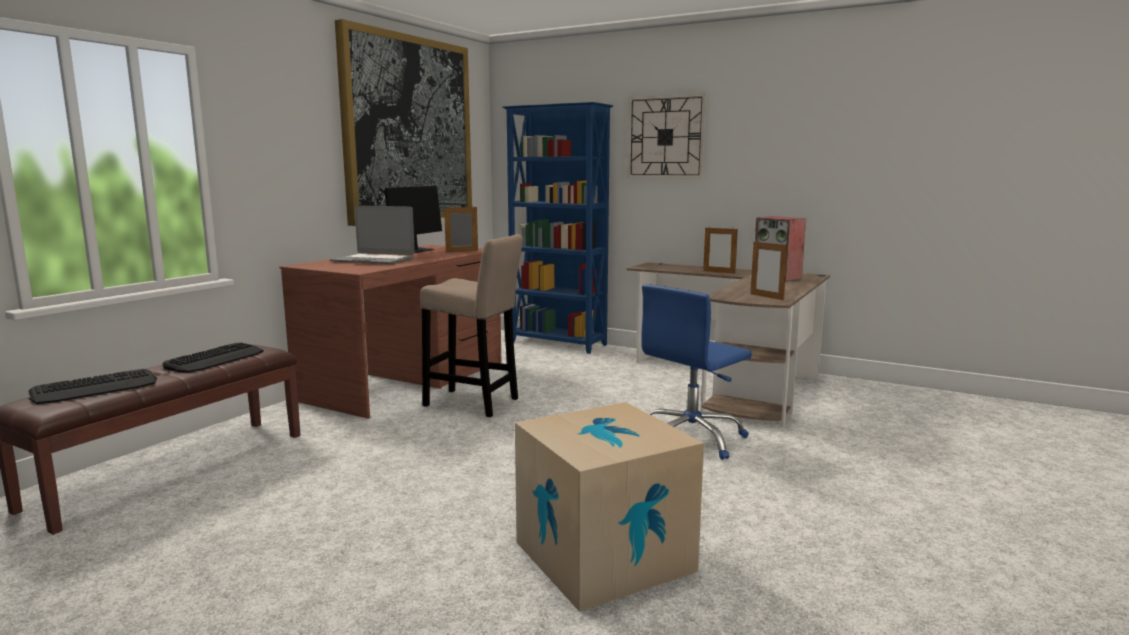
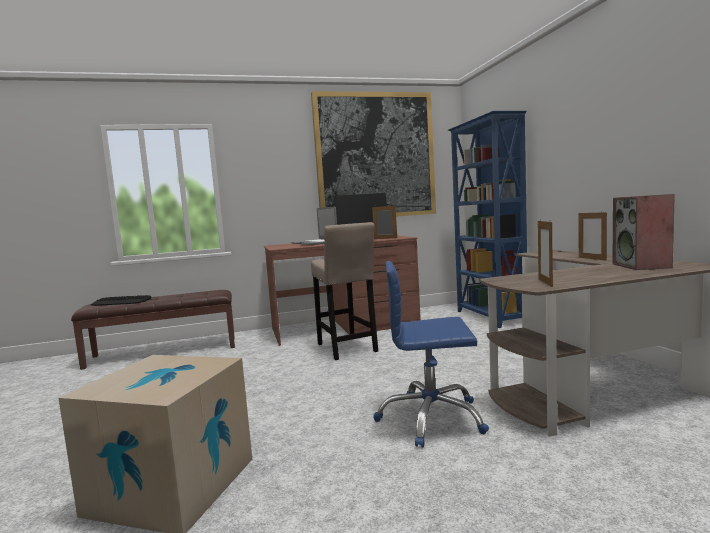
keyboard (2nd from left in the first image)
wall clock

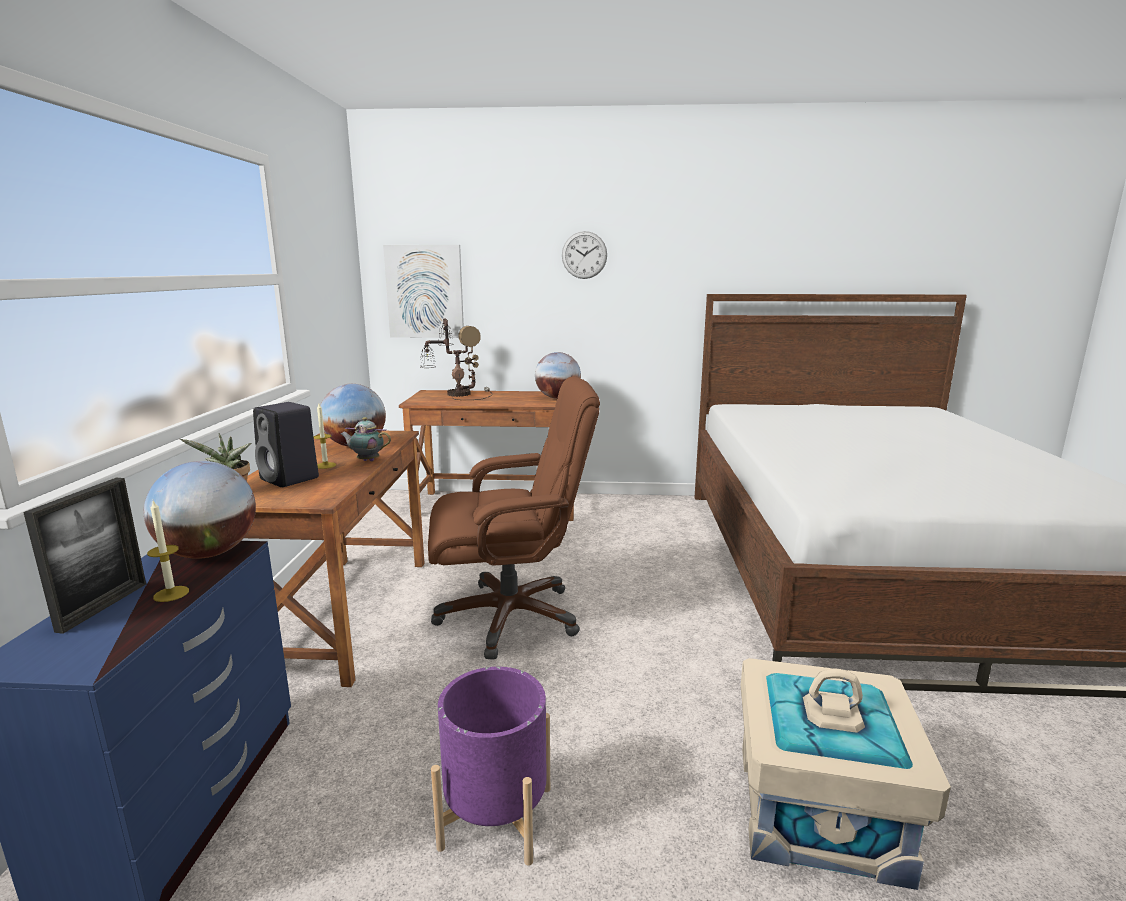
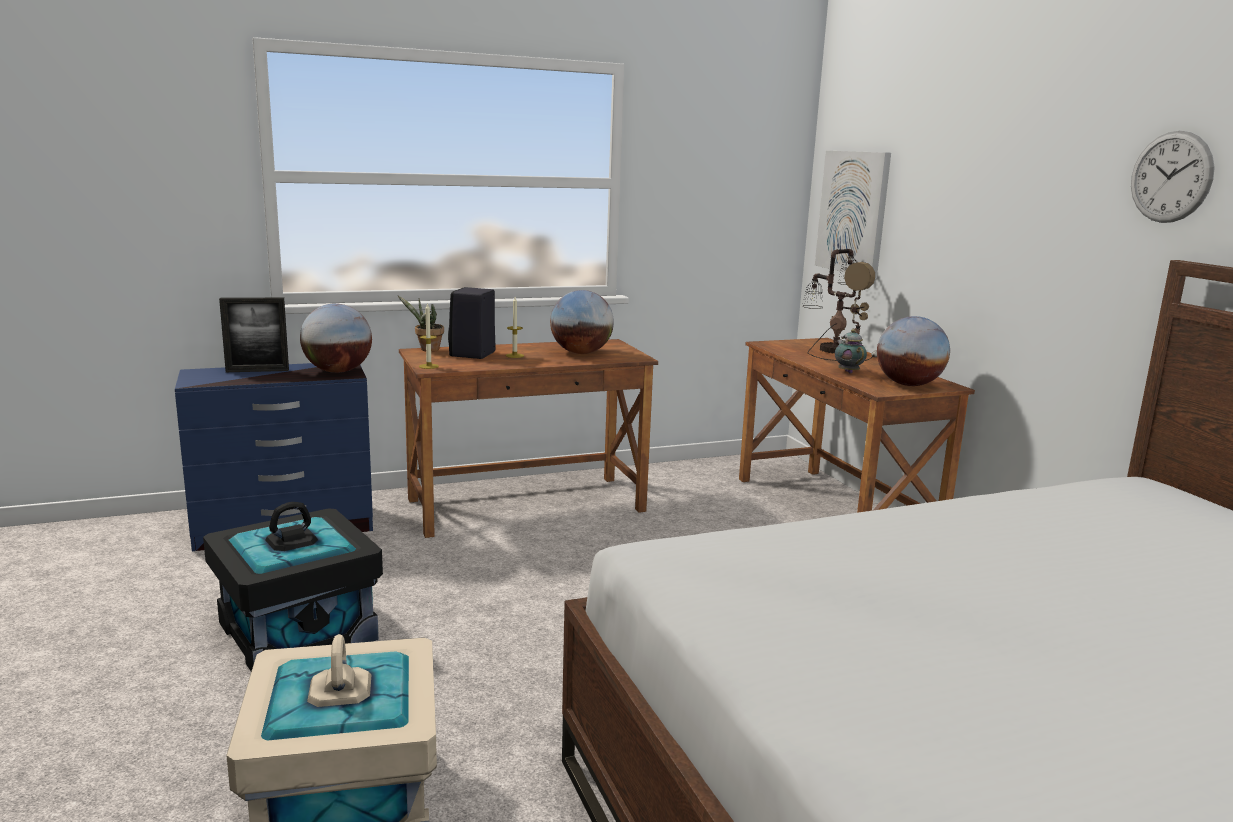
brown office chair
candle (1st from left)
teapot
wall clock
black storage box

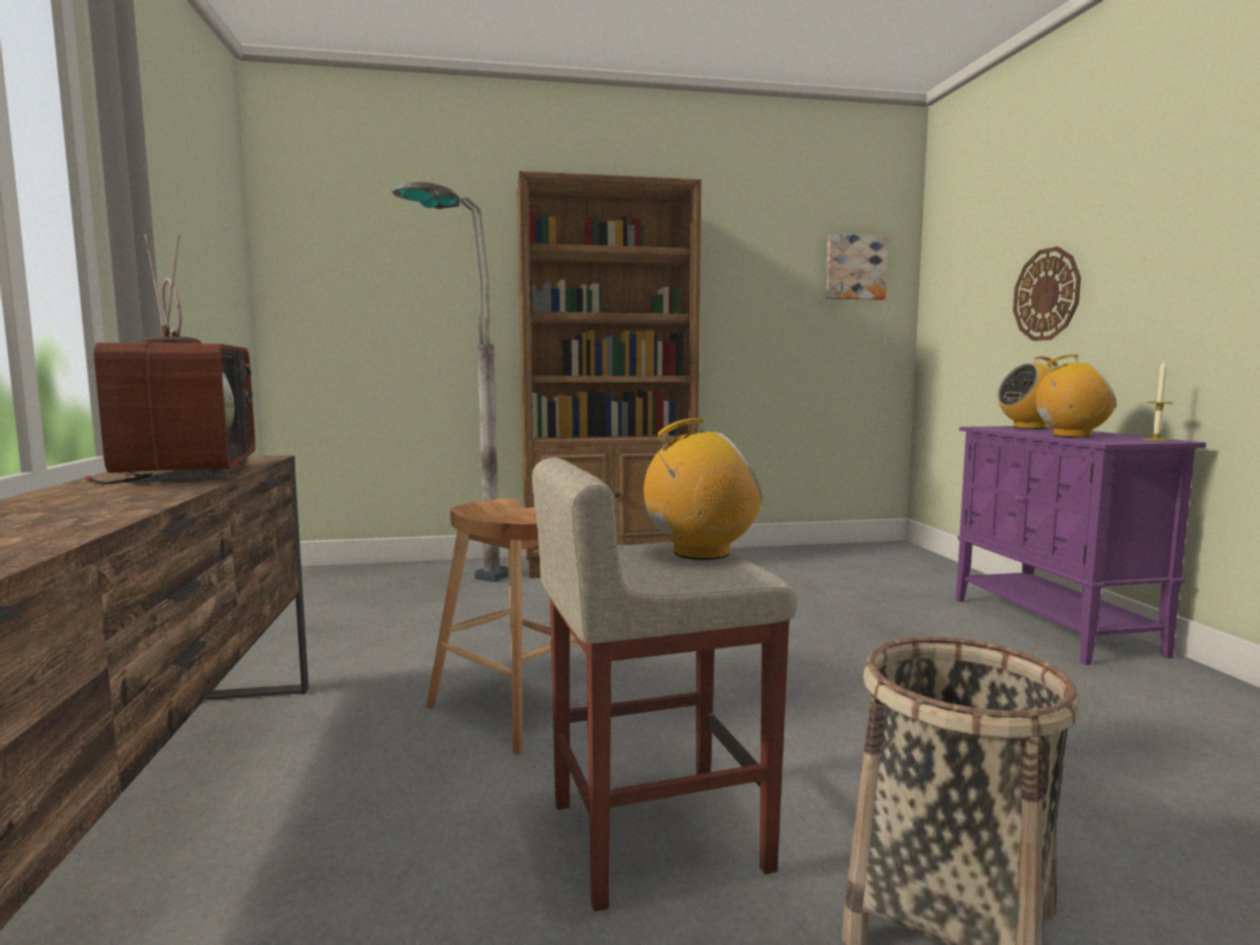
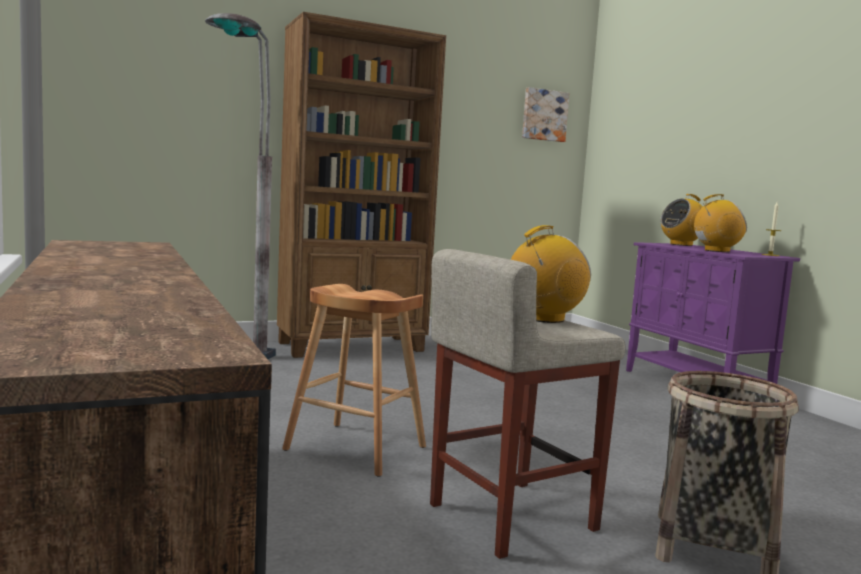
television
wall clock

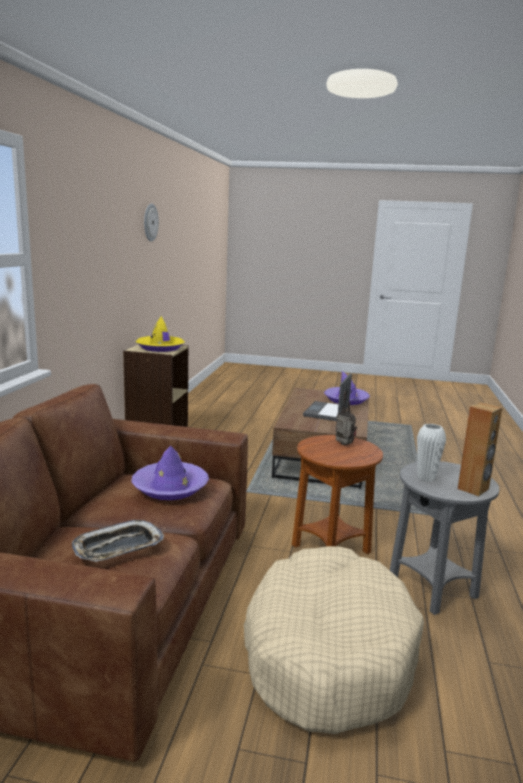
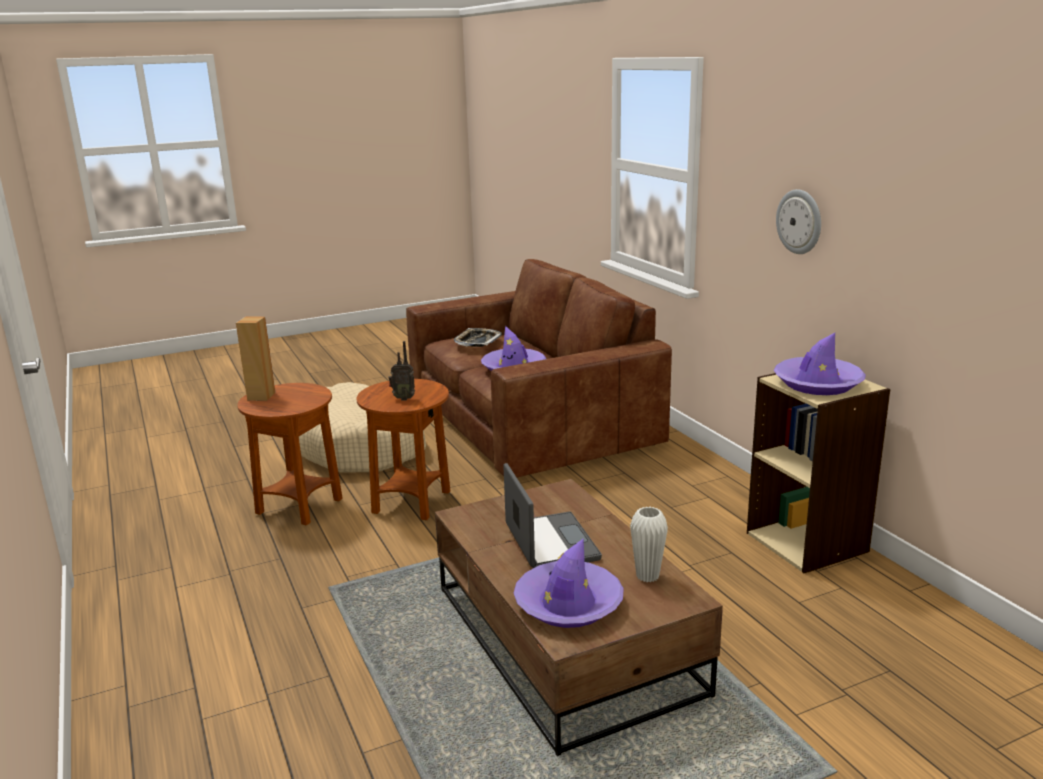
wall clock
white vase
purple hat (3rd from left)
brown side table (1st from left)

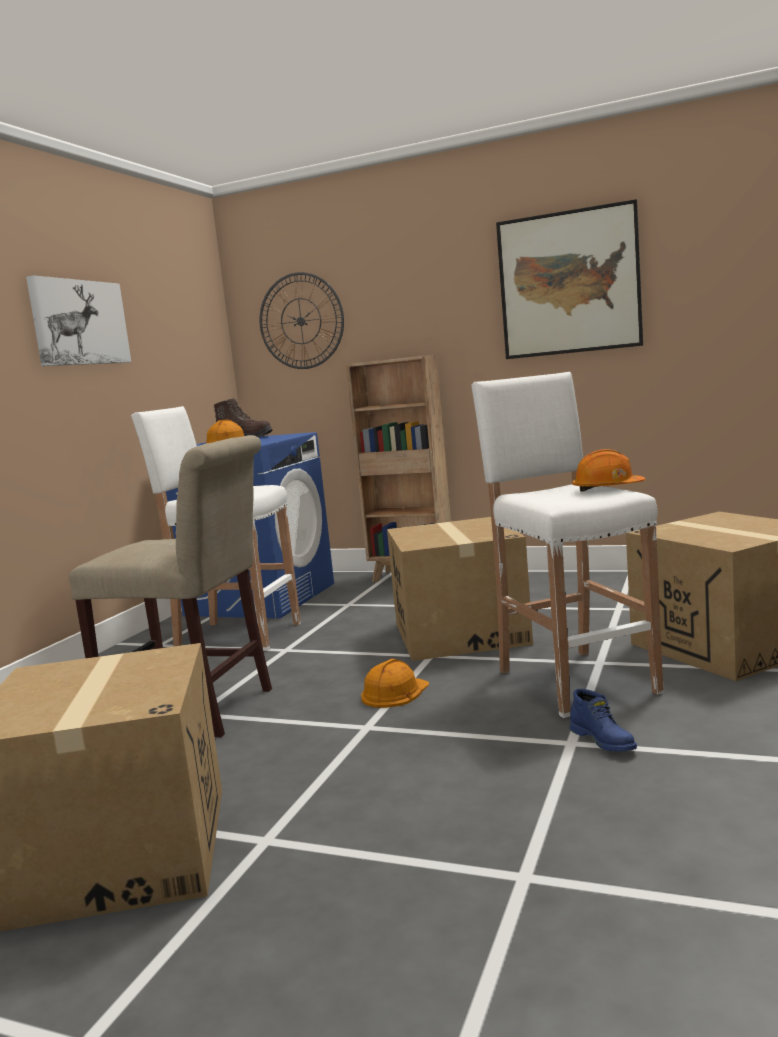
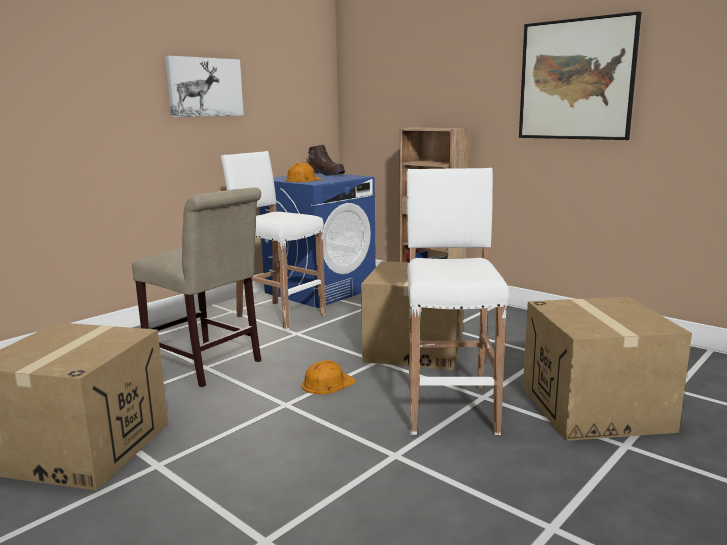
wall clock
blue boot
orange hard hat (3rd from left in the first image)

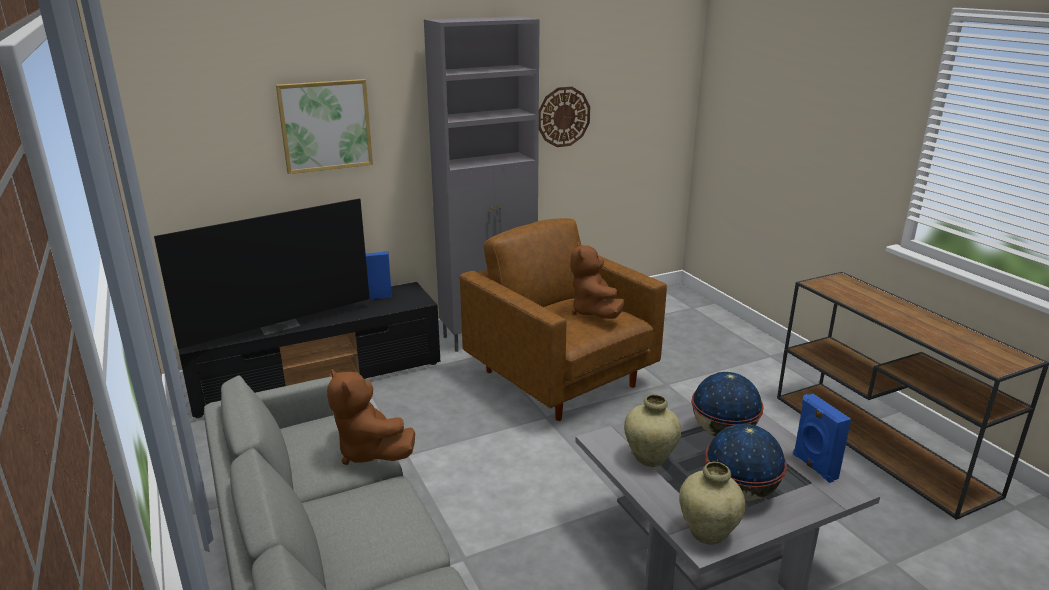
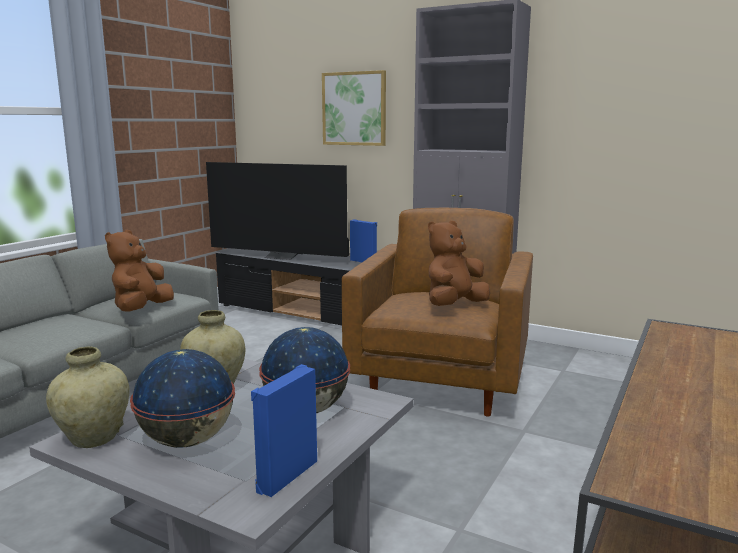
wall clock

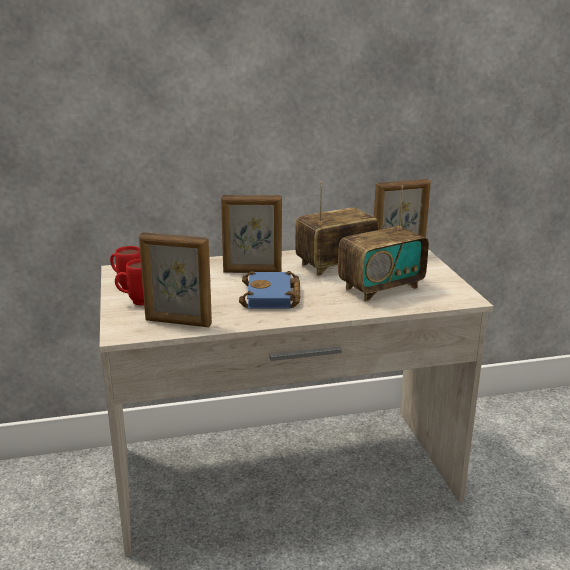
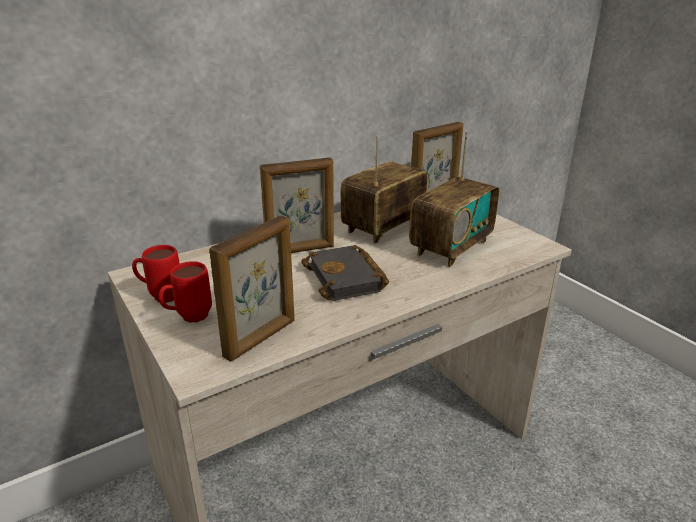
black book
picture frame (1st from left)

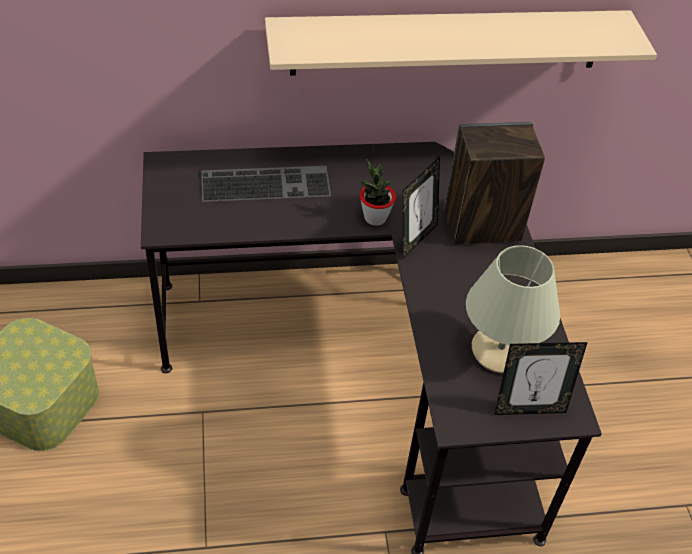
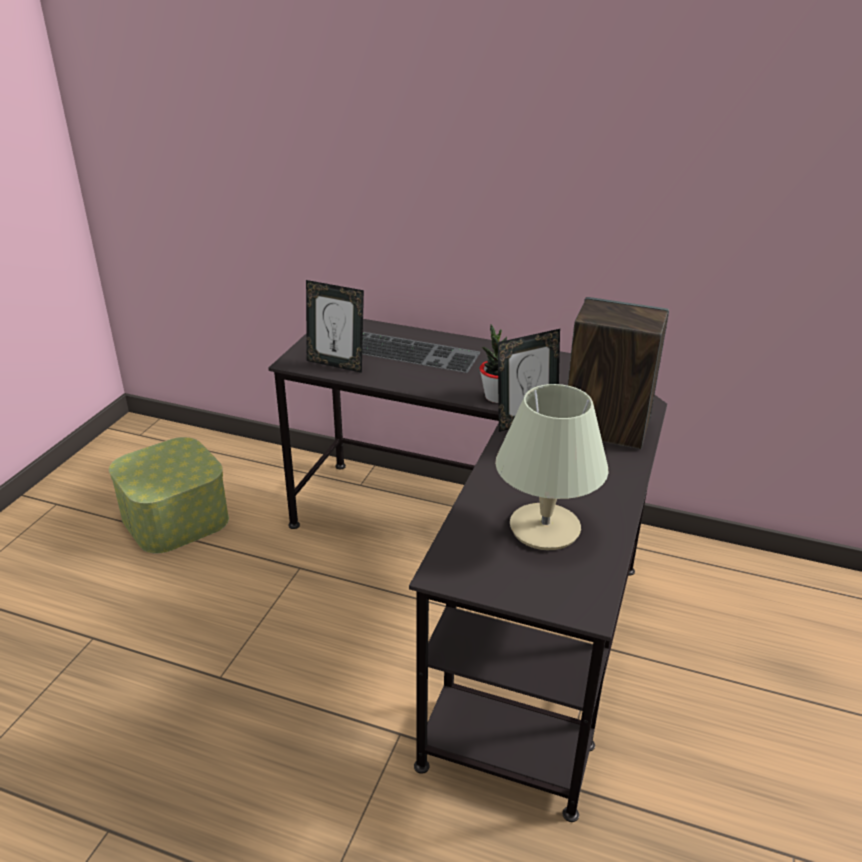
beige shelf
picture frame (1st from left)

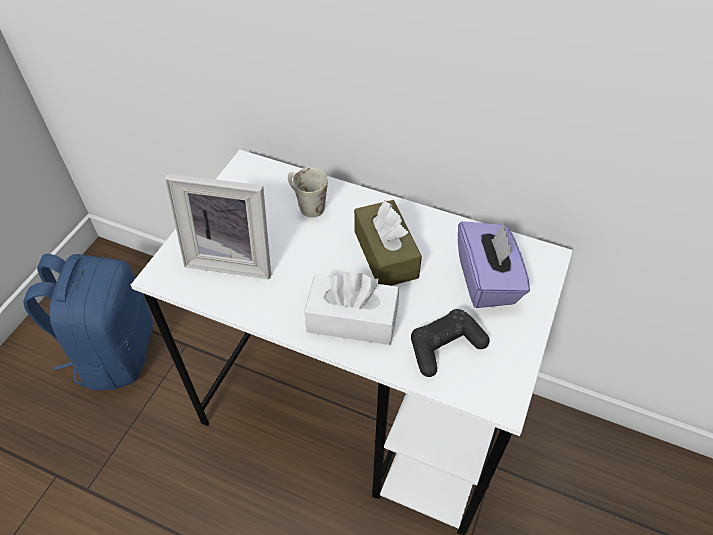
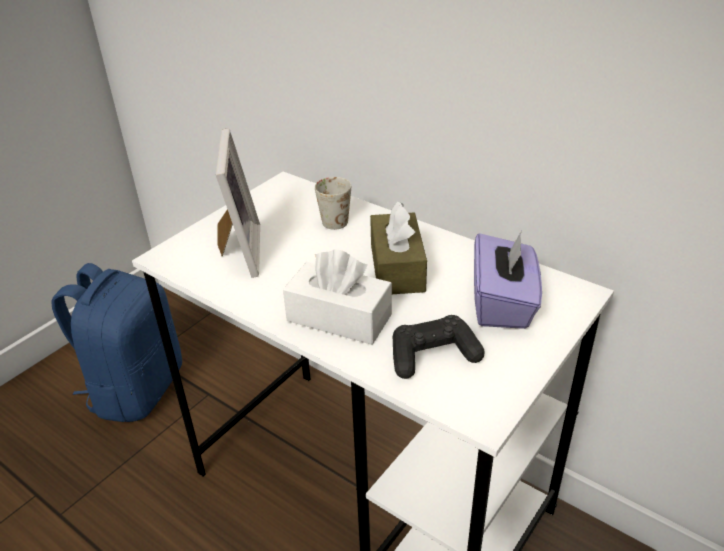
picture frame

